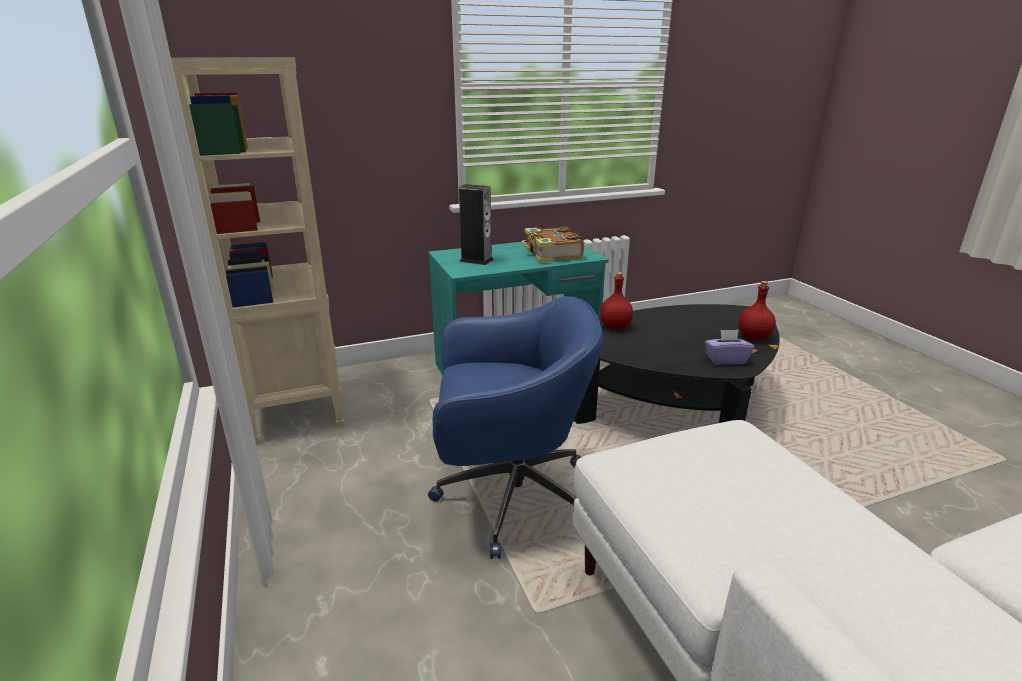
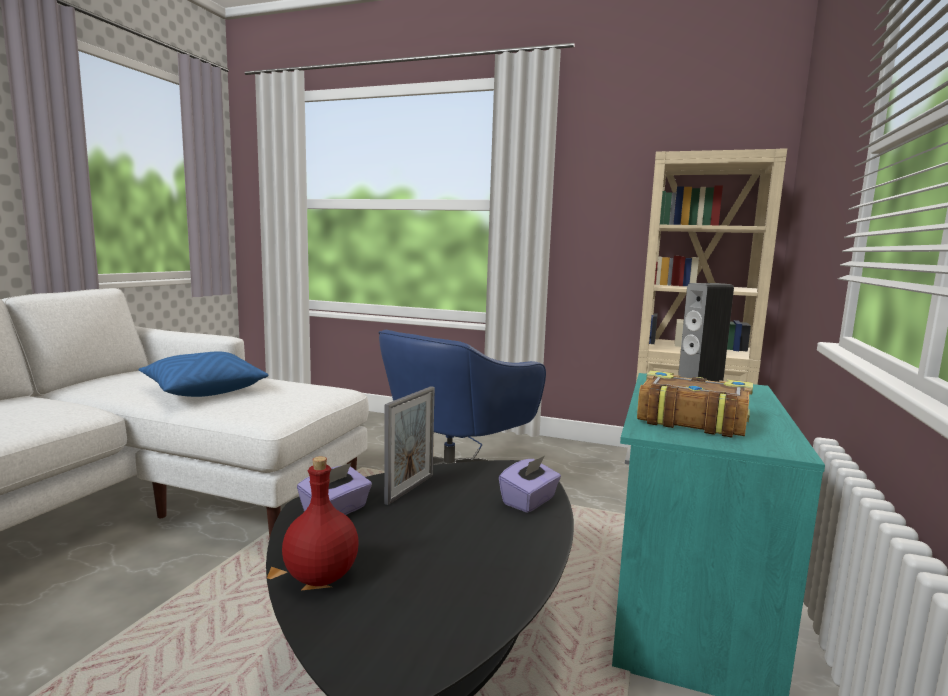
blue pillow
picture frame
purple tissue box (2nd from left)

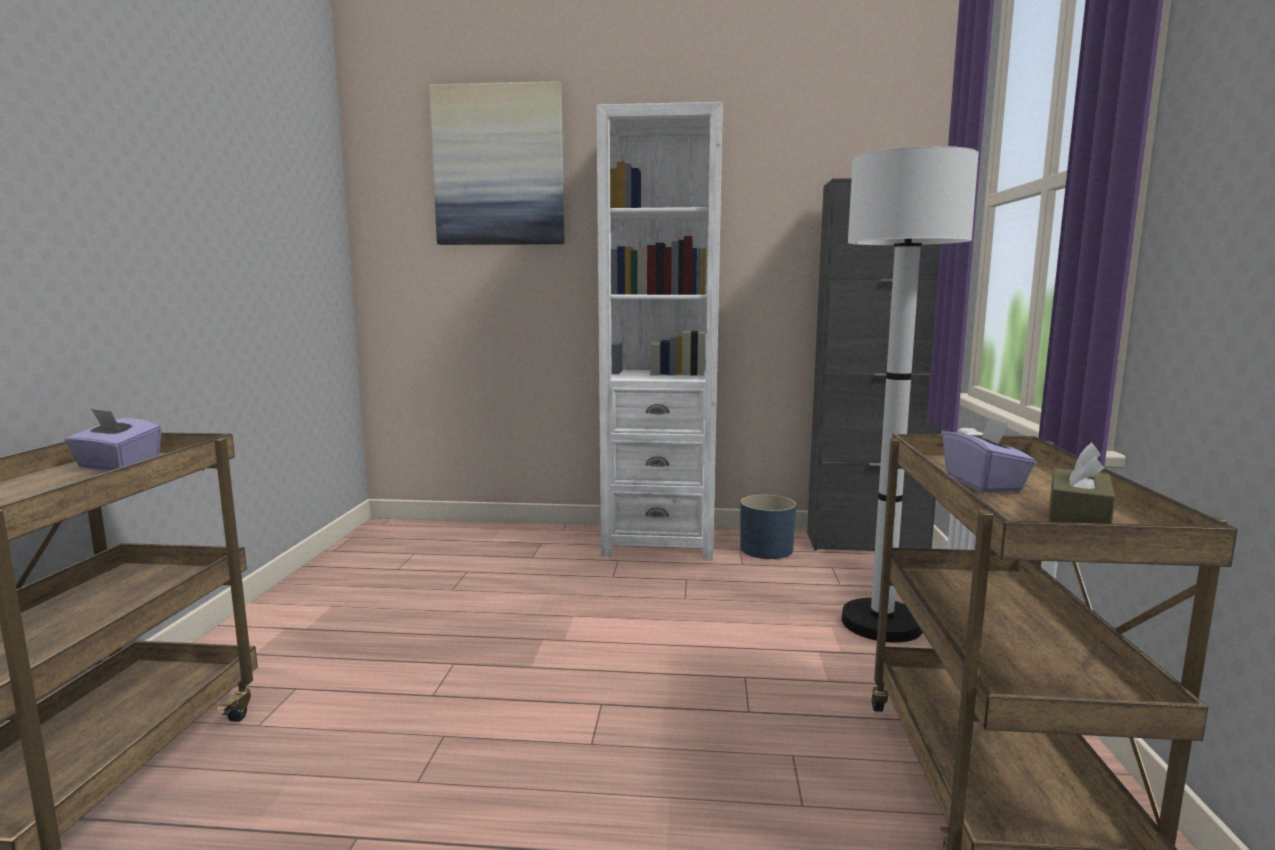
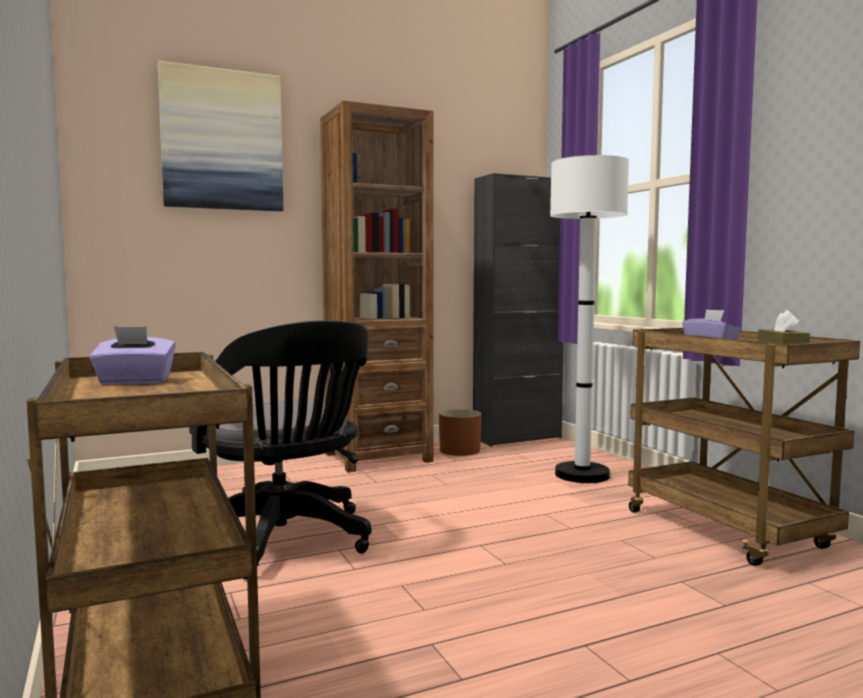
black office chair
brown bookcase
brown planter

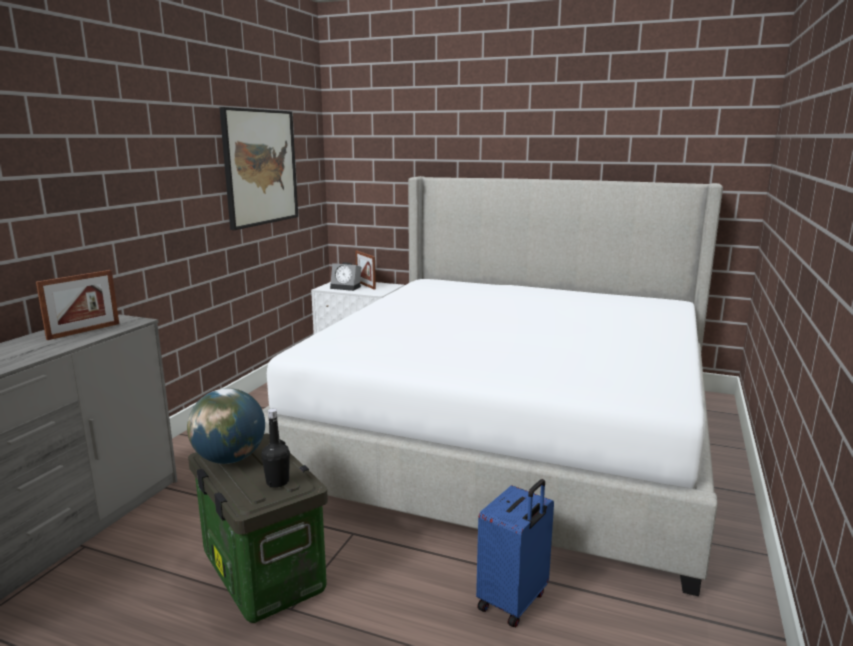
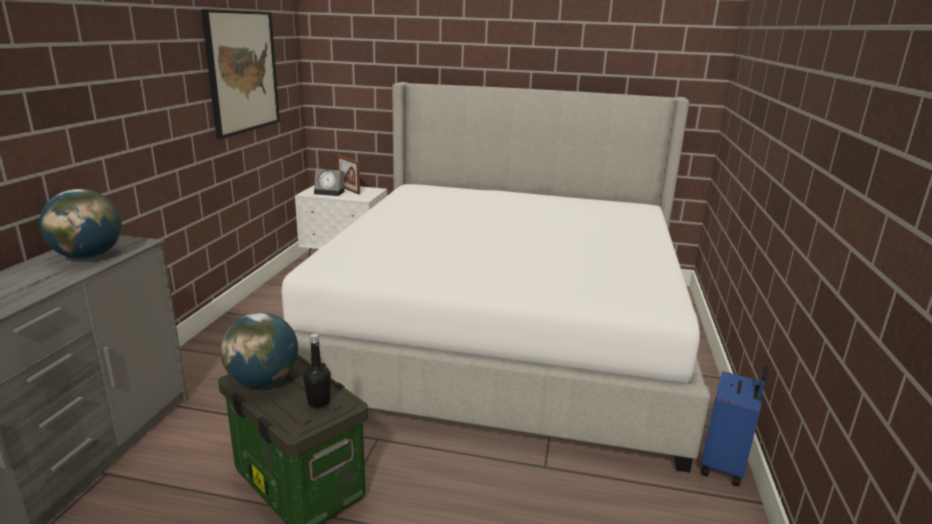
blue suitcase
globe (1st from left)

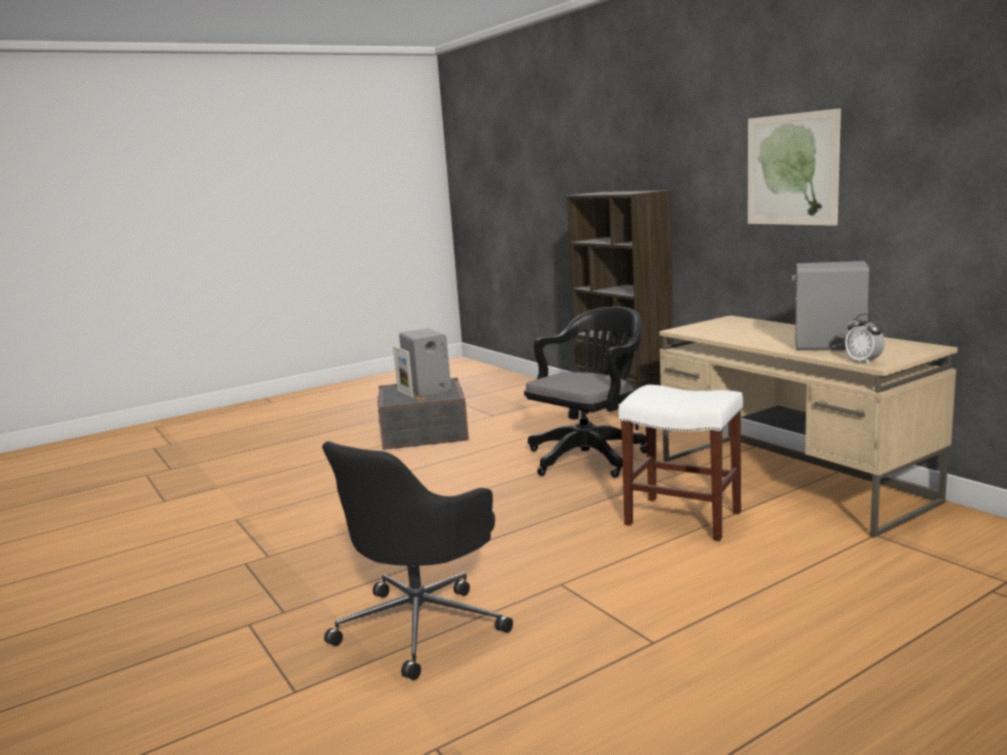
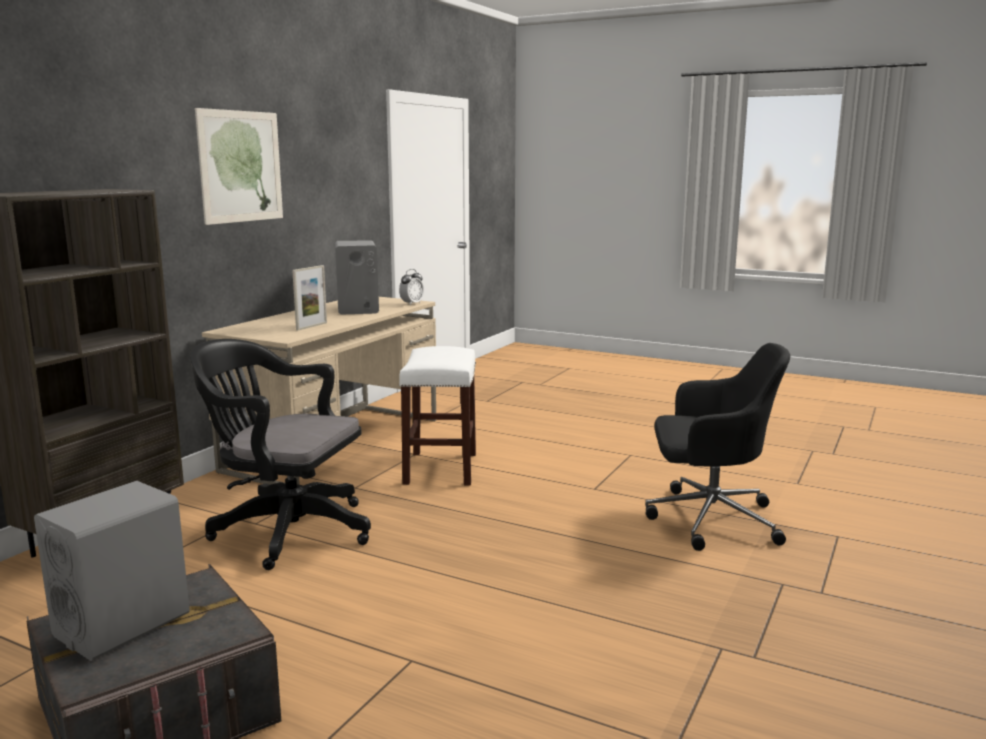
picture frame

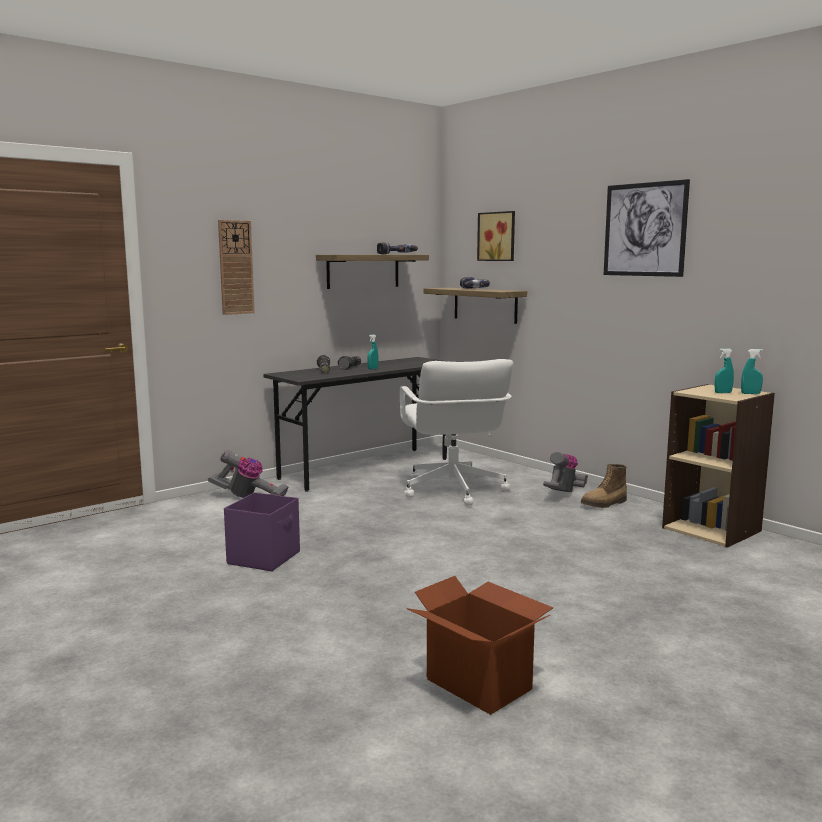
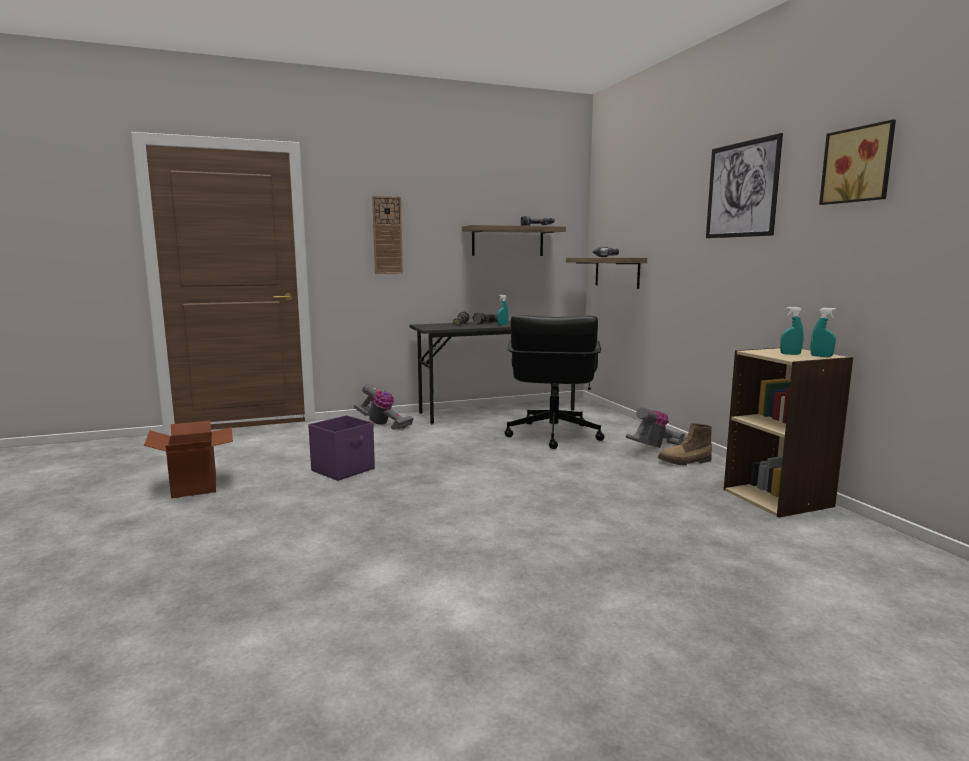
cardboard box
picture (2nd from left)
black office chair

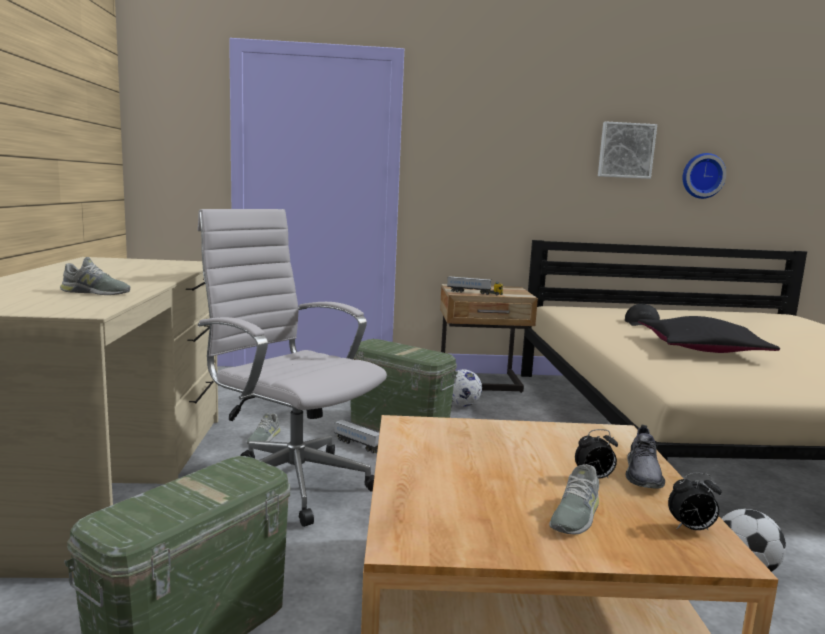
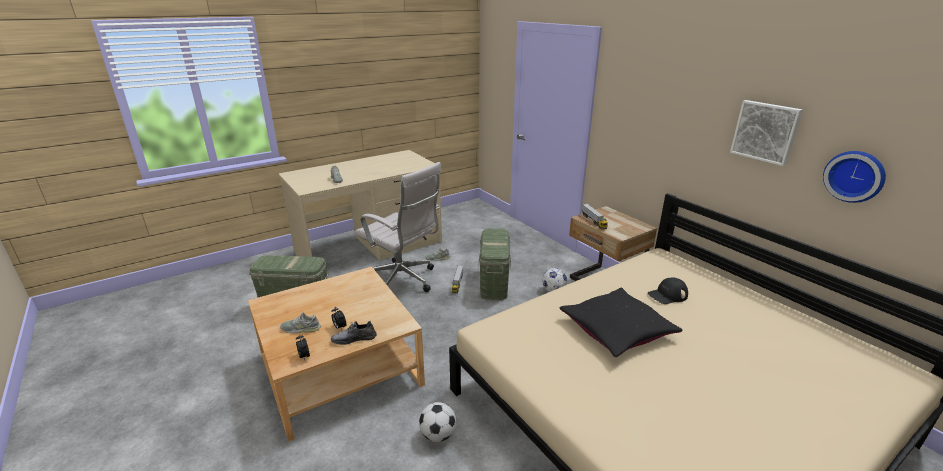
white office chair

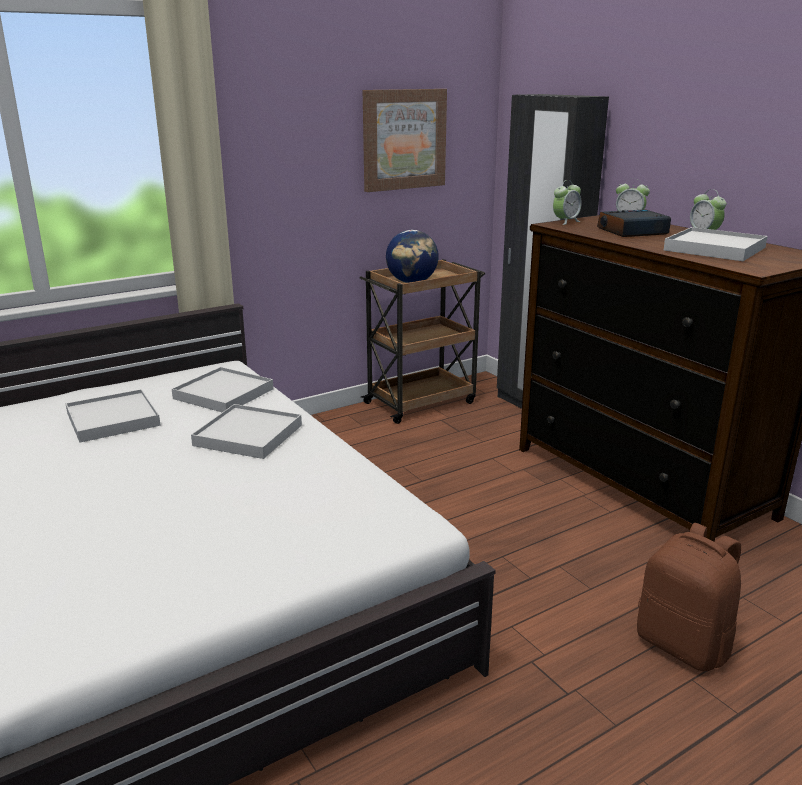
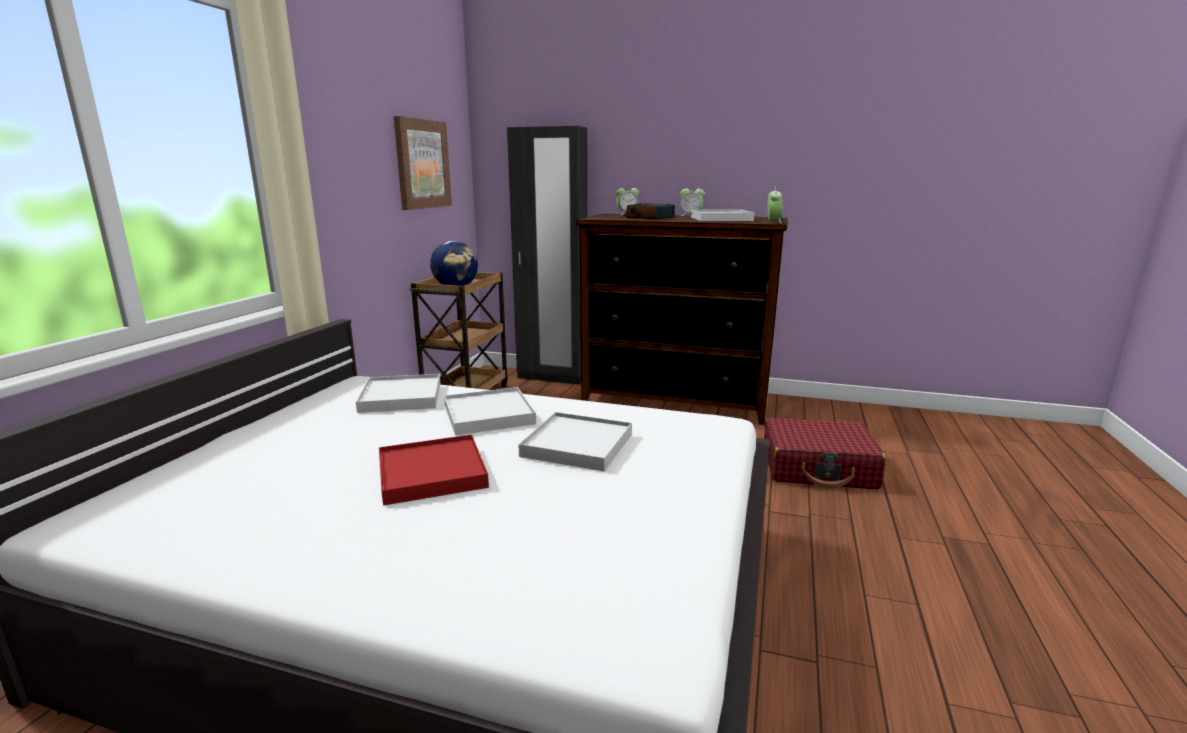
red tray
white tray (3rd from left)
alarm clock (4th from left)
red suitcase

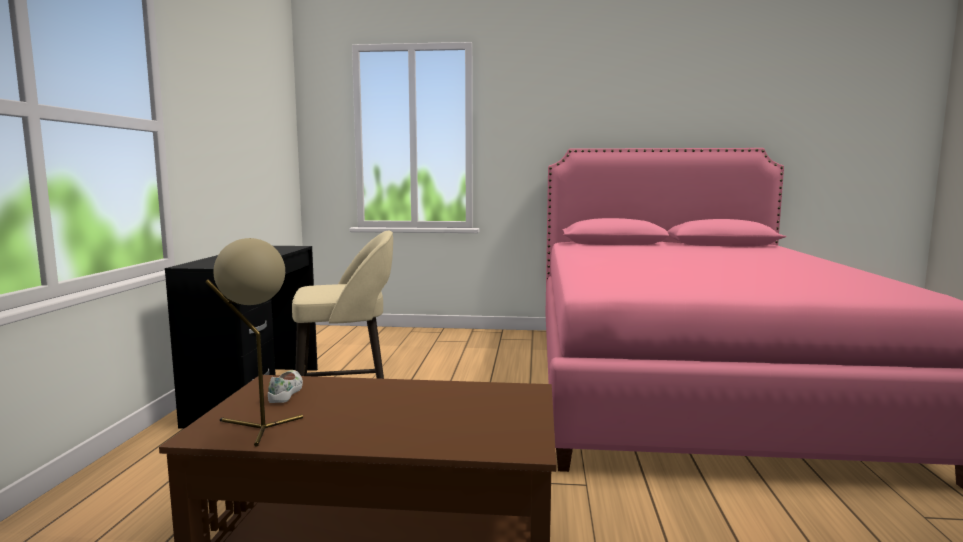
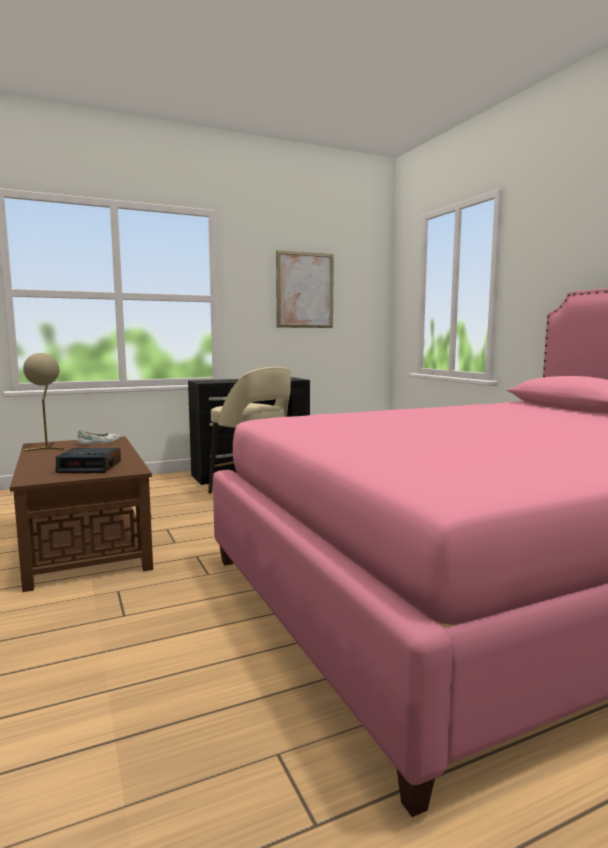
alarm clock
picture

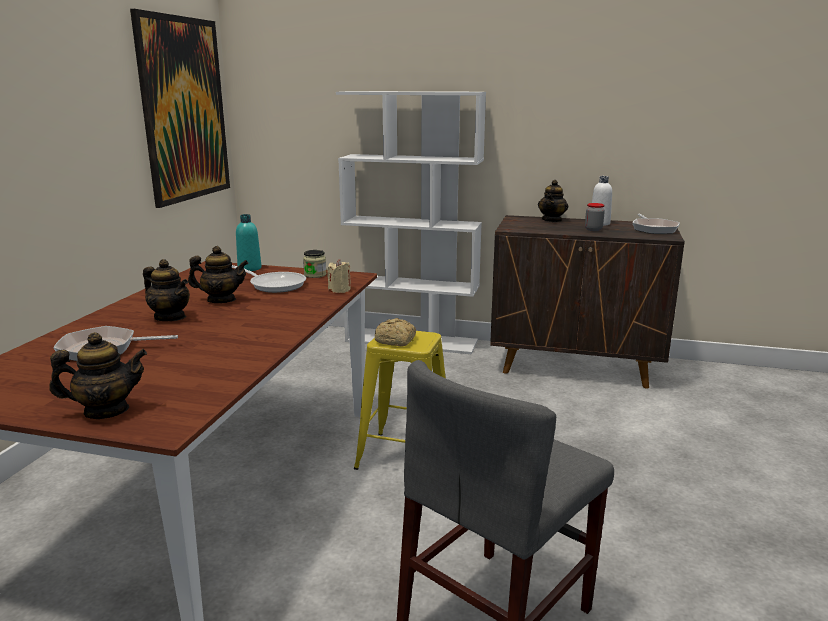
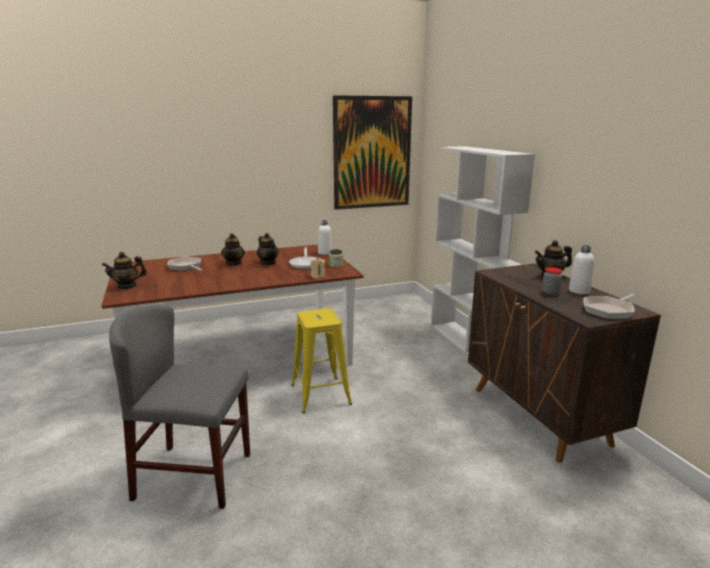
bread
white bottle (1st from left)
teapot (1st from left)

